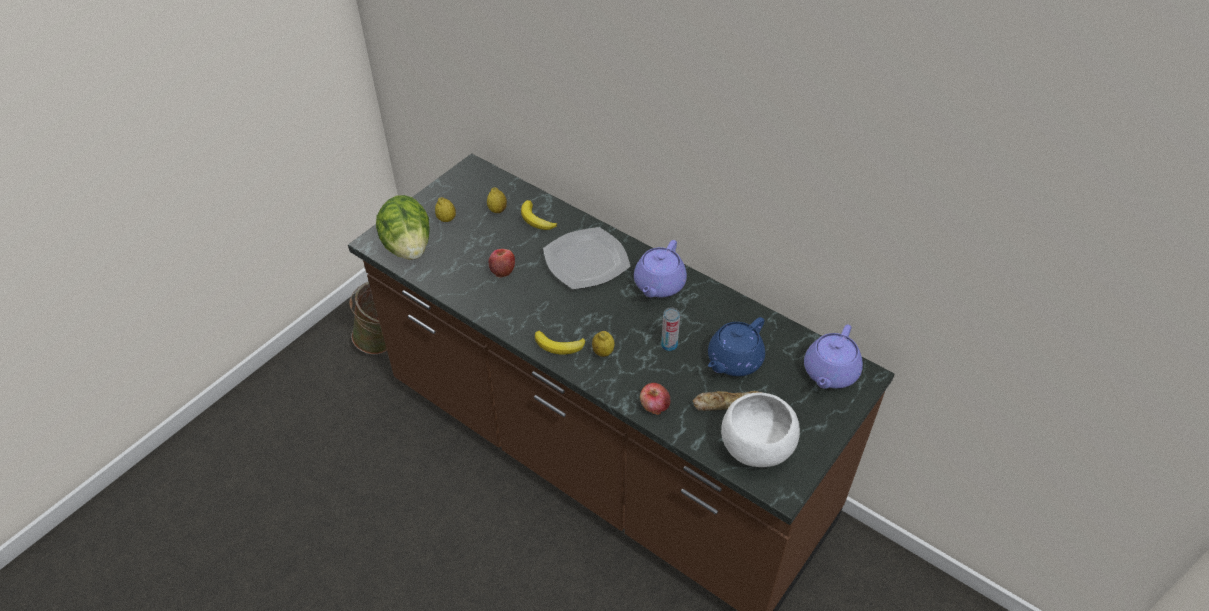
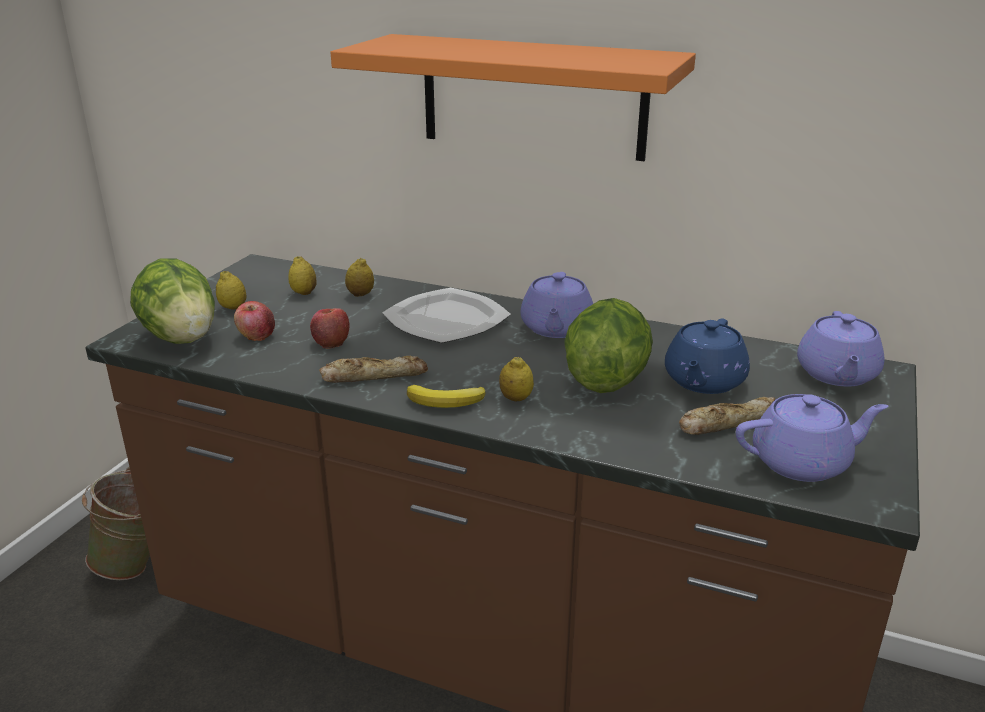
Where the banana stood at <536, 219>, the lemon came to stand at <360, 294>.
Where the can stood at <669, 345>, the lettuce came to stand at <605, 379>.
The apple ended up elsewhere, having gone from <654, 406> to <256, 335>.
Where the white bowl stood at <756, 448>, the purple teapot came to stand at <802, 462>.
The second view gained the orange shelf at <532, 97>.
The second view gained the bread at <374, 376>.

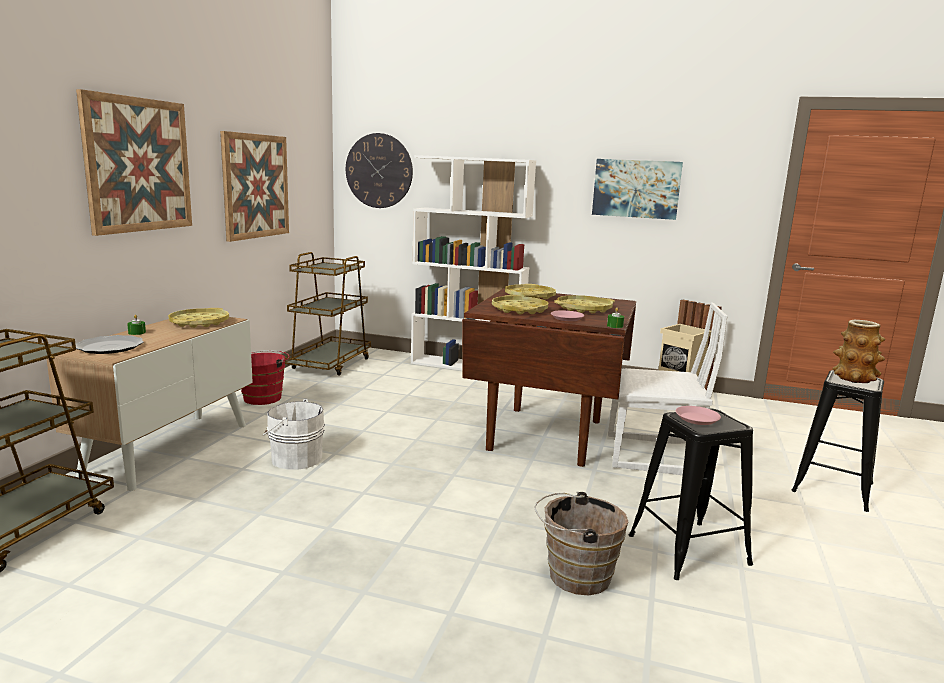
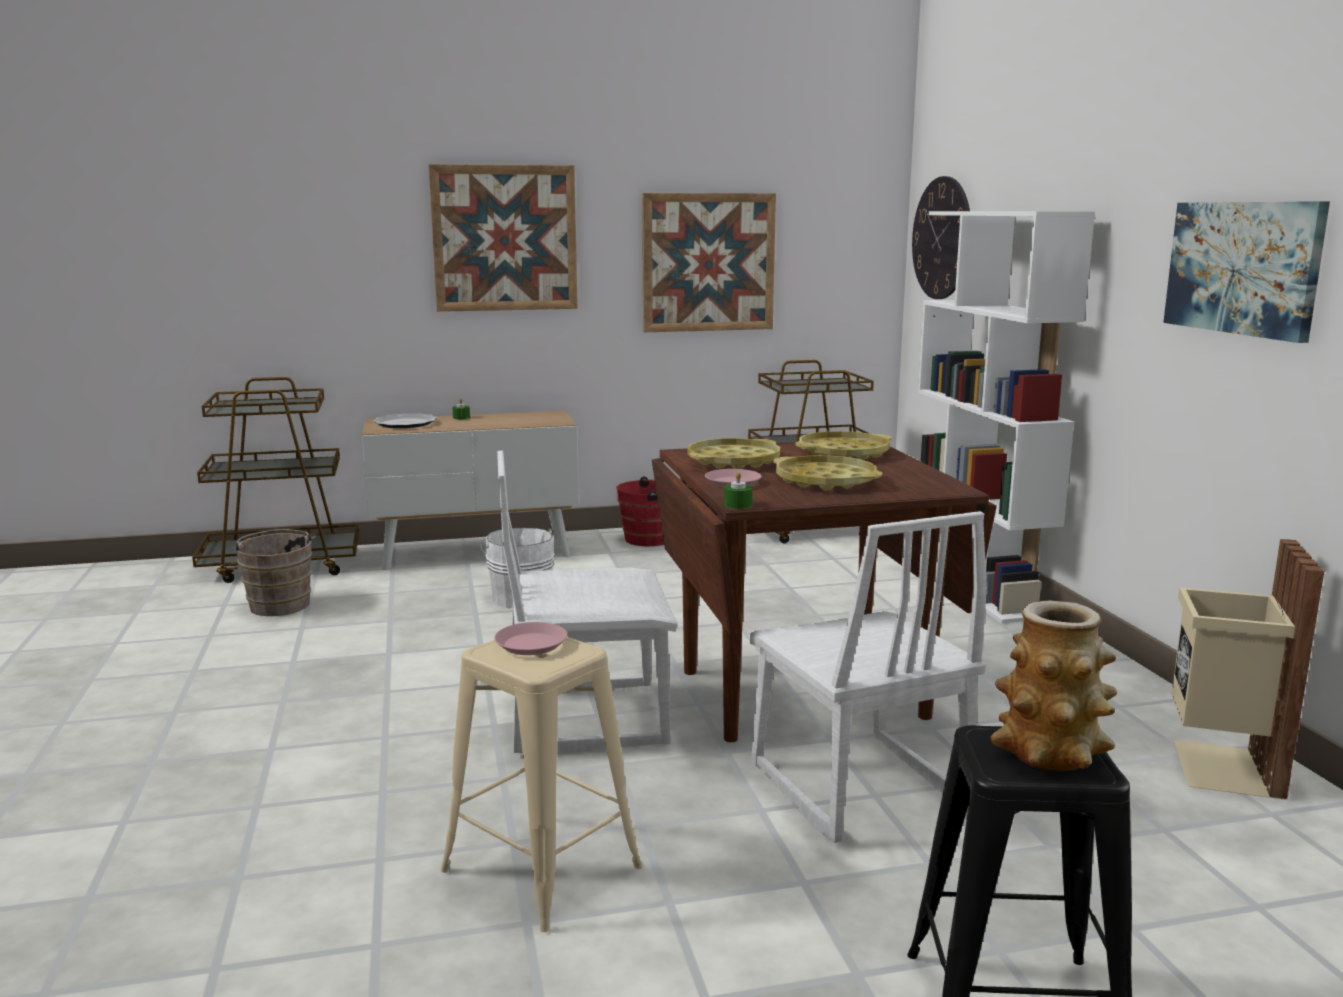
The second view lost the yellow tray at <199, 322>.
What was the black stool at <689, 549> turned into the beige stool at <542, 869>.
The brown bucket ended up elsewhere, having gone from <574, 575> to <280, 604>.
The second view gained the white chair at <586, 717>.

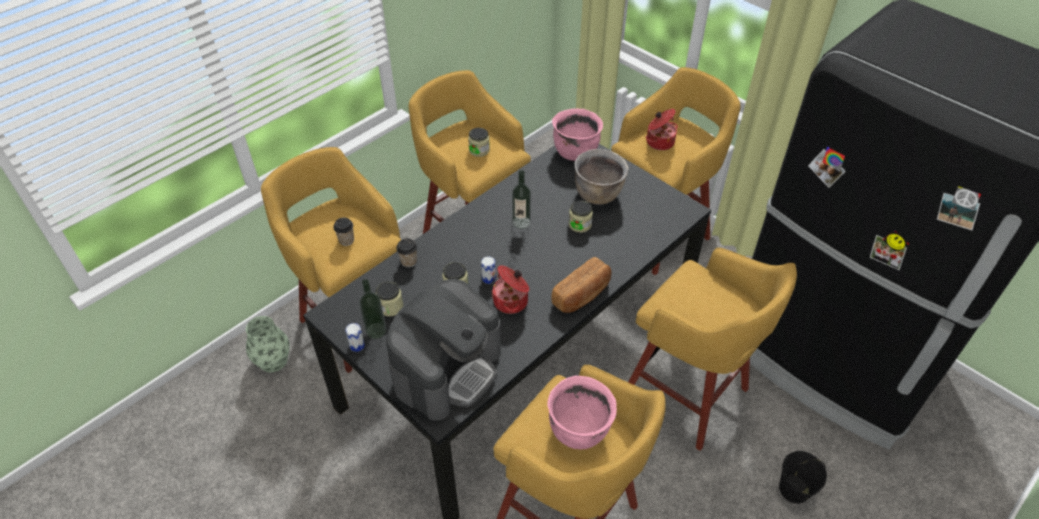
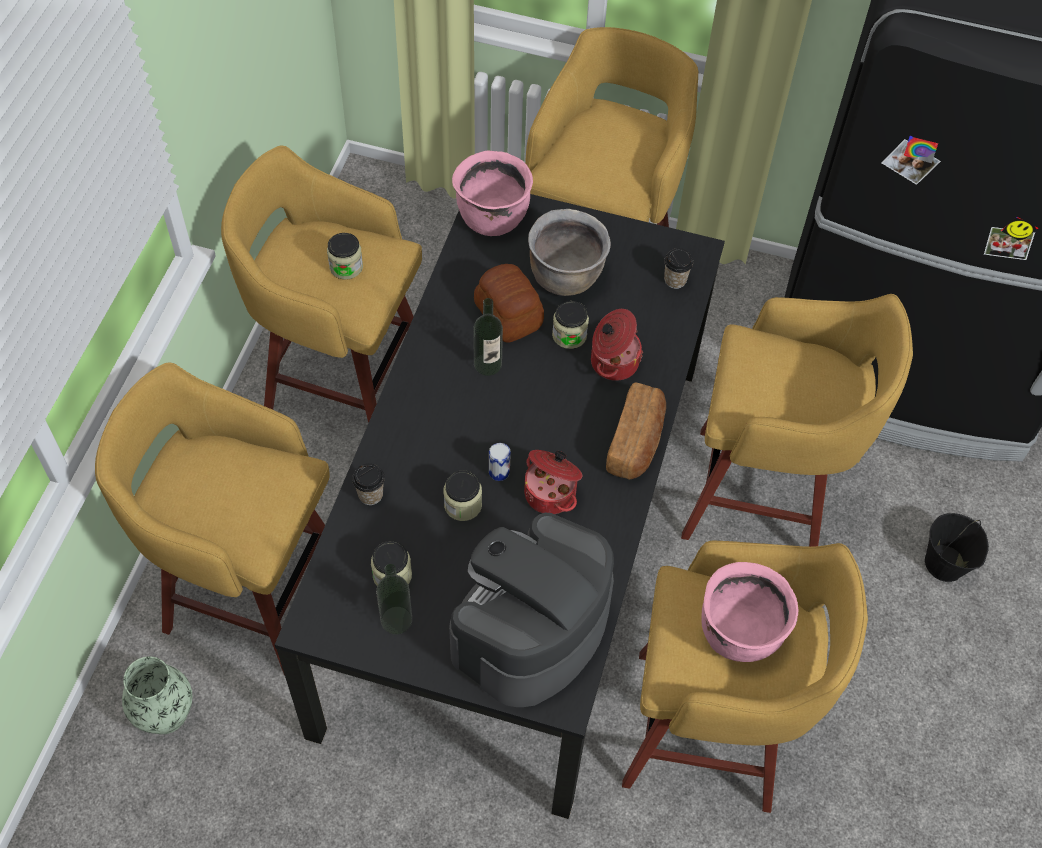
The cooking pot ended up elsewhere, having gone from <659, 141> to <613, 361>.
The cup ended up elsewhere, having gone from <346, 240> to <675, 280>.
The coffee machine at <447, 369> ended up facing another way, 150 degrees counterclockwise from before.
The second view lost the can at <357, 345>.
The second view gained the bread at <507, 316>.

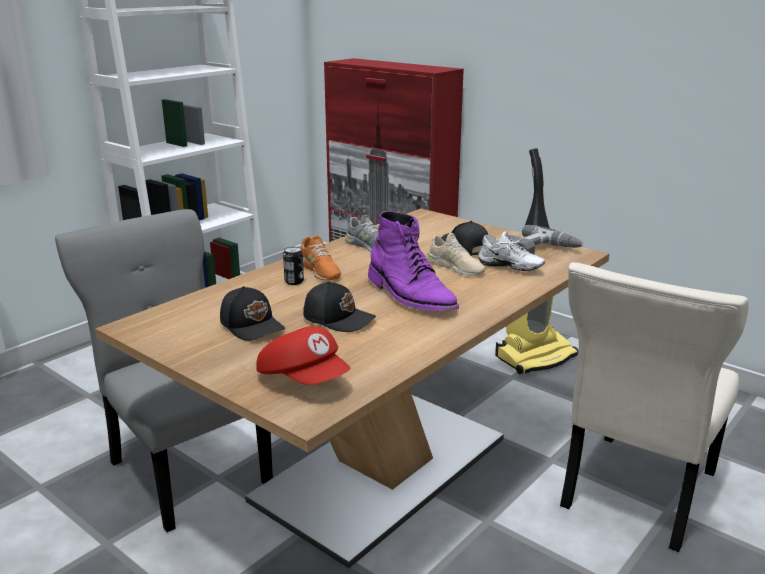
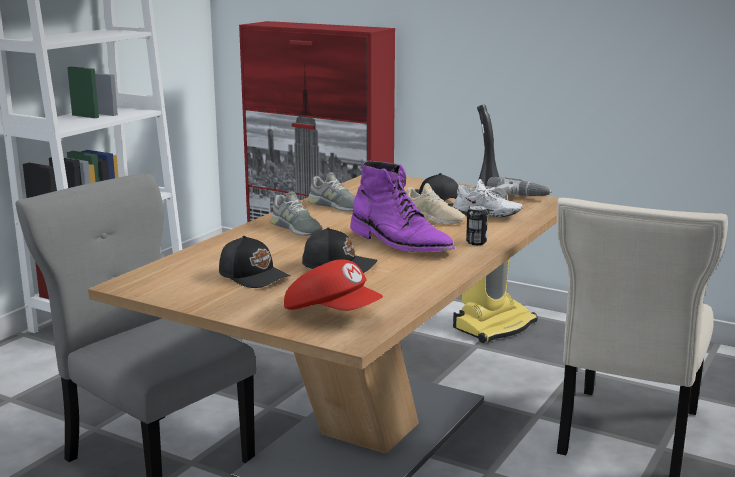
What was the orange shoe at <319, 271> turned into the grey shoe at <296, 228>.
The can ended up elsewhere, having gone from <294, 282> to <476, 242>.

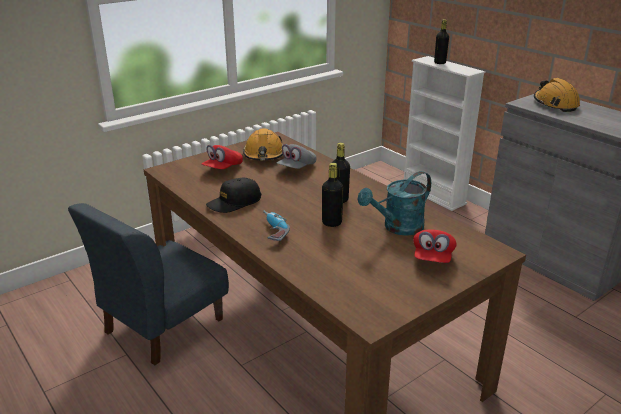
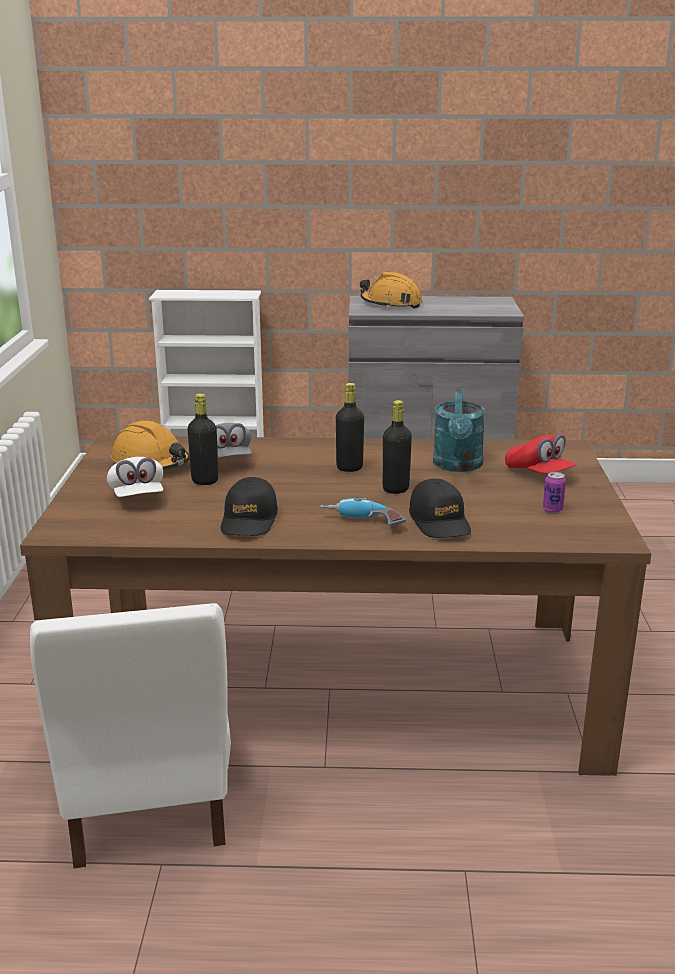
The black bottle ended up elsewhere, having gone from <440, 63> to <205, 481>.
What was the red cap at <222, 168> turned into the white cap at <137, 497>.
What was the blue chair at <163, 325> turned into the white chair at <147, 800>.
The second view gained the can at <552, 510>.
The second view gained the black cap at <440, 521>.

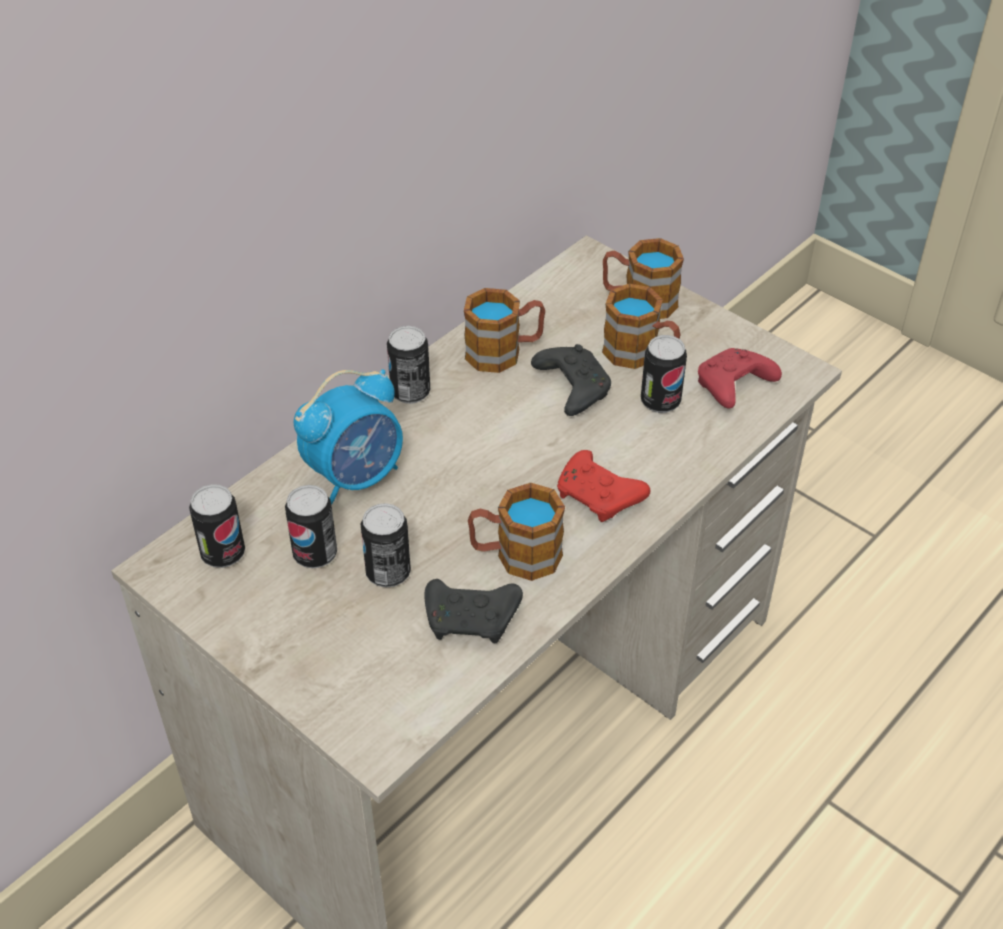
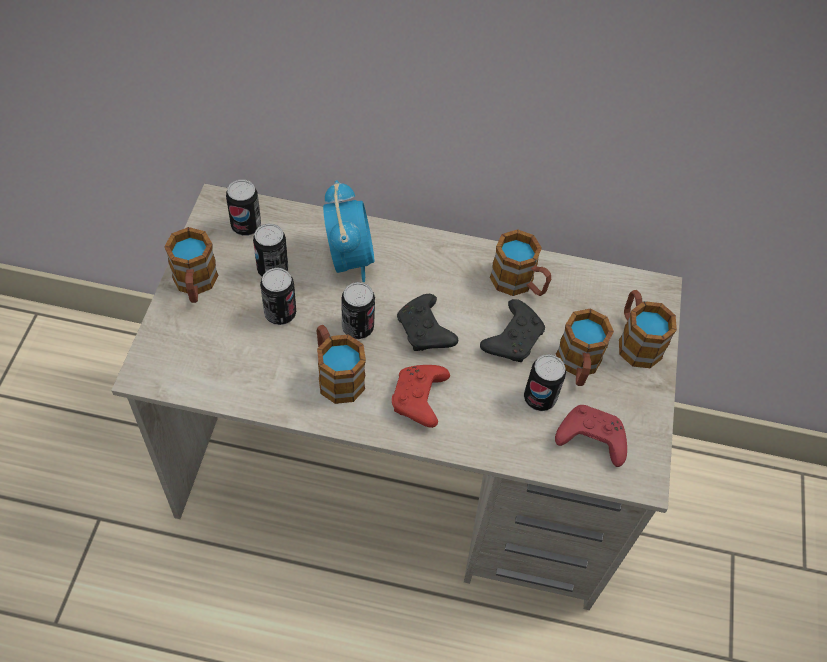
The can ended up elsewhere, having gone from <410, 392> to <357, 327>.
The alarm clock at <356, 476> ended up facing another way, 120 degrees counterclockwise from before.
The black game controller ended up elsewhere, having gone from <472, 620> to <425, 332>.
The second view gained the mug at <195, 285>.

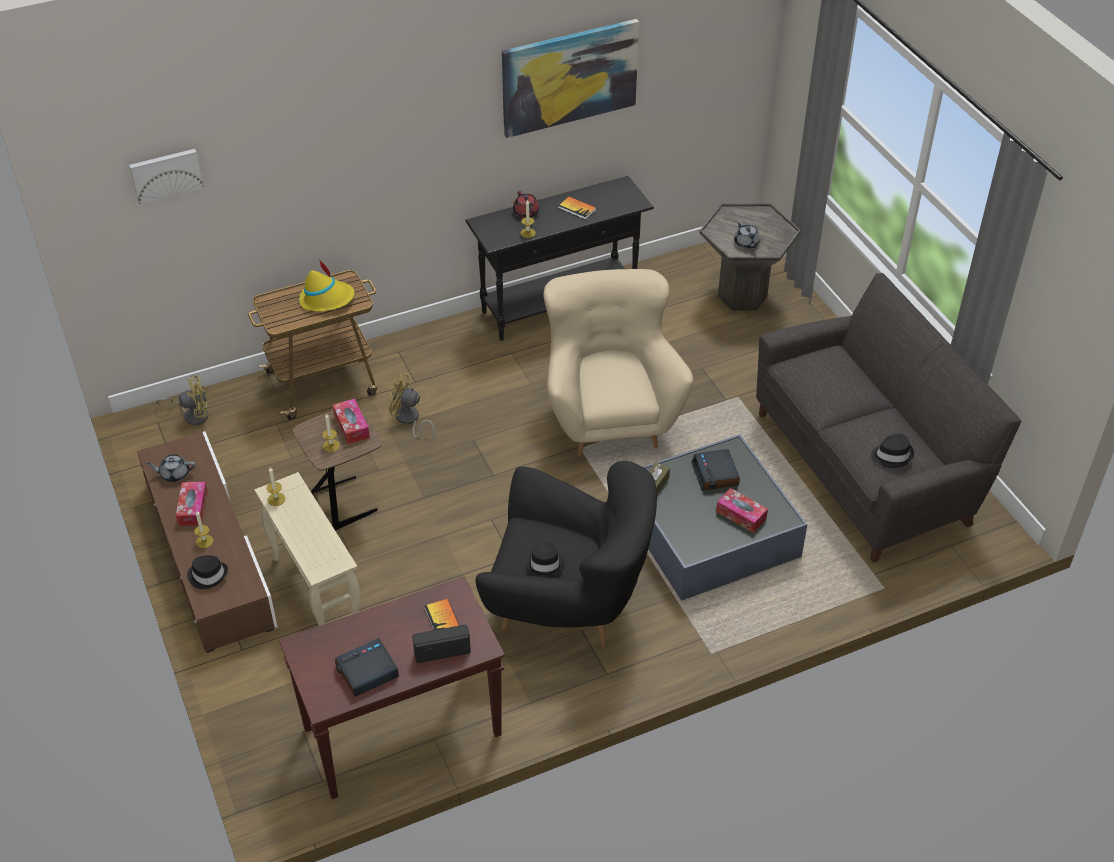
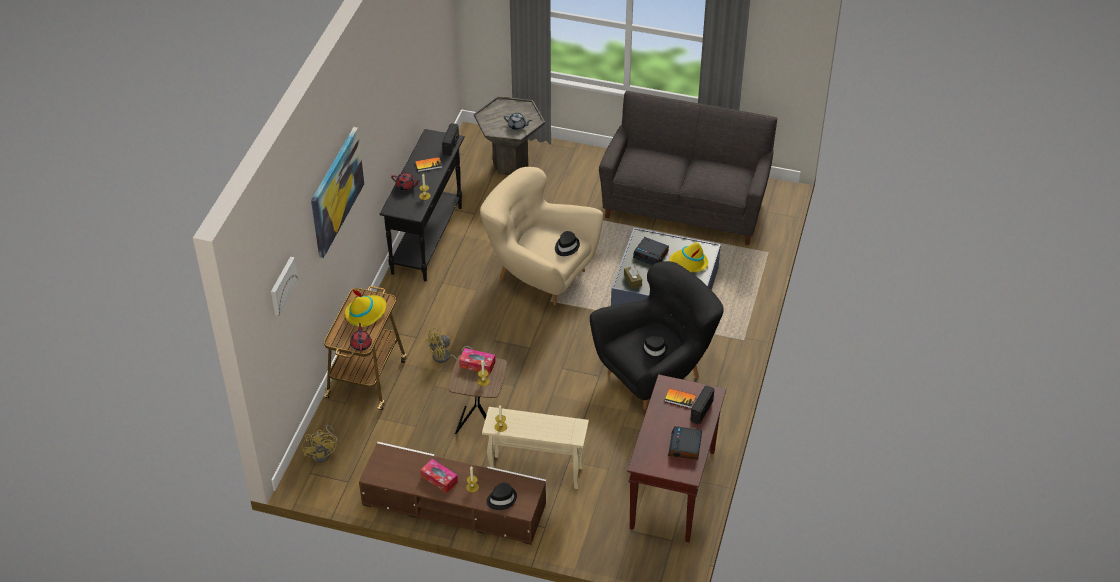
The picture ended up elsewhere, having gone from <569, 77> to <336, 191>.
The yellow fan at <192, 415> ended up facing another way, 135 degrees clockwise from before.
The black hat ended up elsewhere, having gone from <892, 455> to <566, 247>.
The second view lost the grey teapot at <174, 474>.
Where the tissue box stood at <741, 515>, the yellow hat came to stand at <688, 263>.
The second view gained the radio at <451, 145>.
The second view gained the red teapot at <361, 344>.

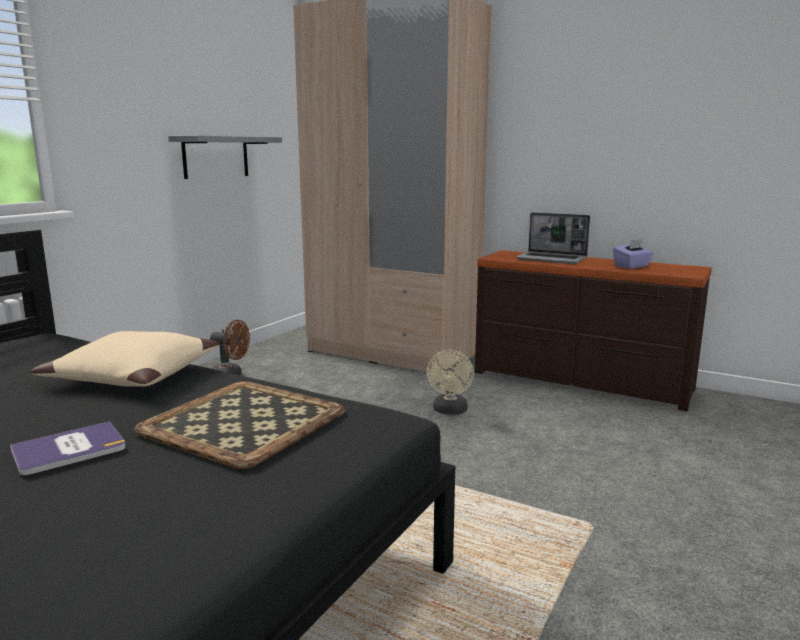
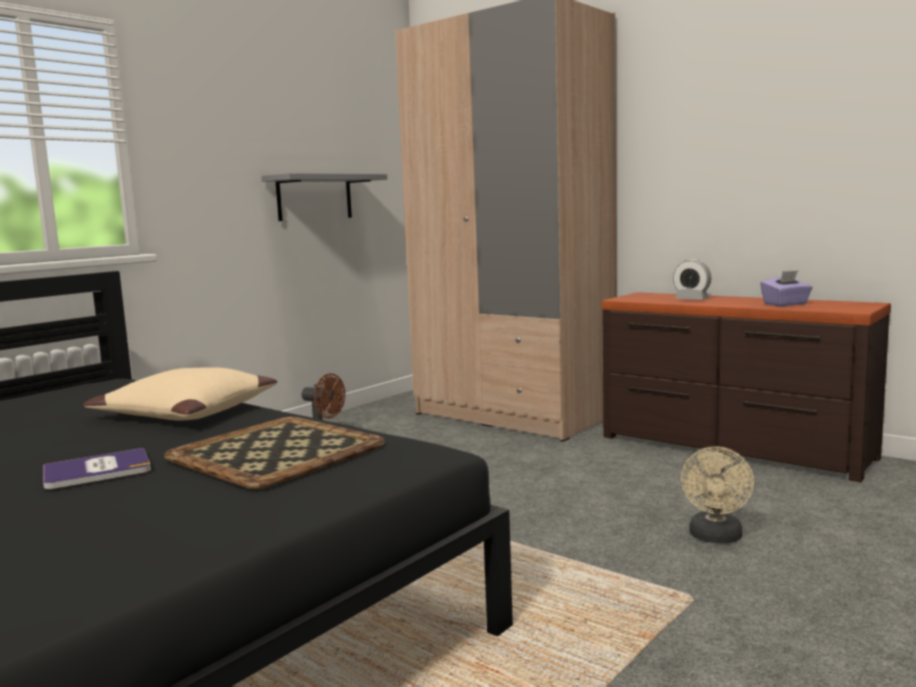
Where the laptop stood at <552, 259>, the alarm clock came to stand at <691, 299>.
The beige fan ended up elsewhere, having gone from <450, 411> to <716, 538>.

